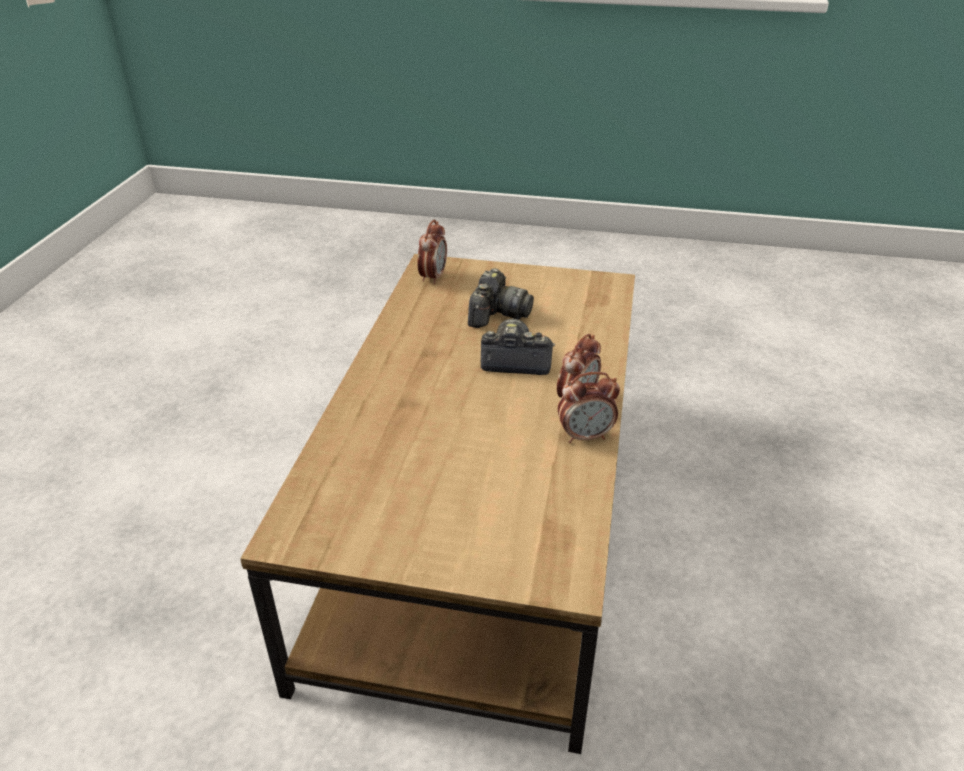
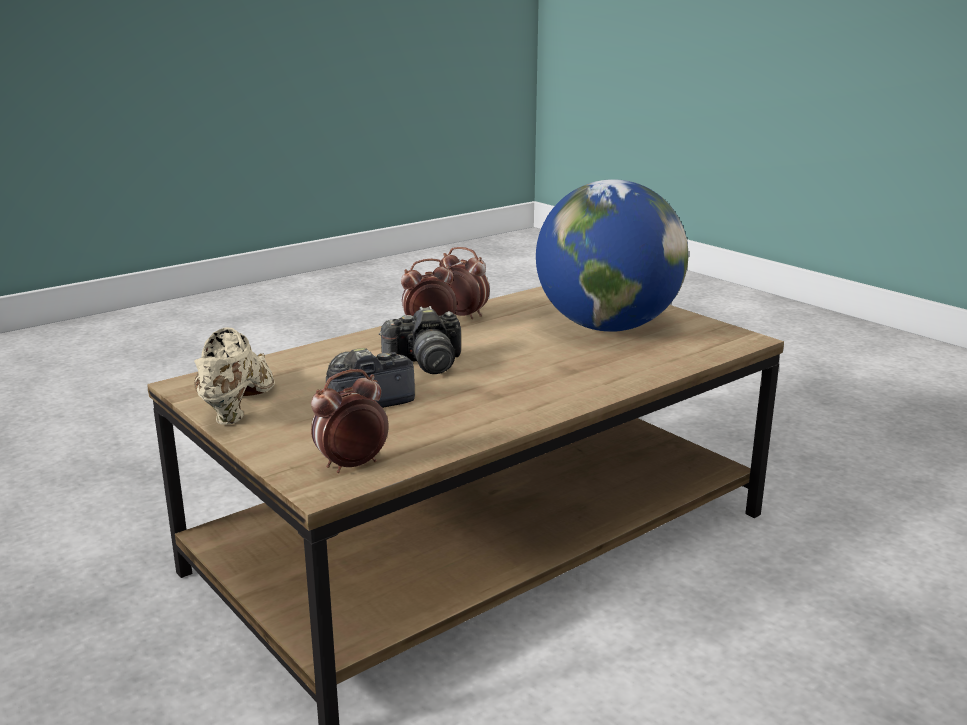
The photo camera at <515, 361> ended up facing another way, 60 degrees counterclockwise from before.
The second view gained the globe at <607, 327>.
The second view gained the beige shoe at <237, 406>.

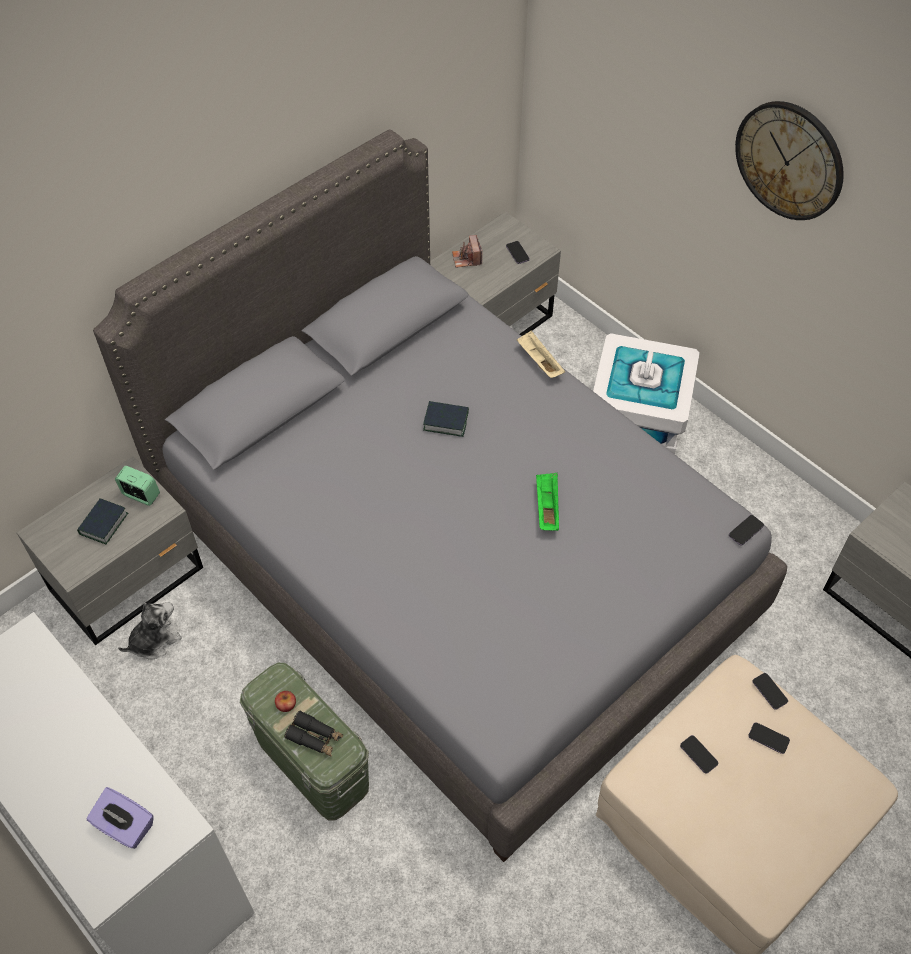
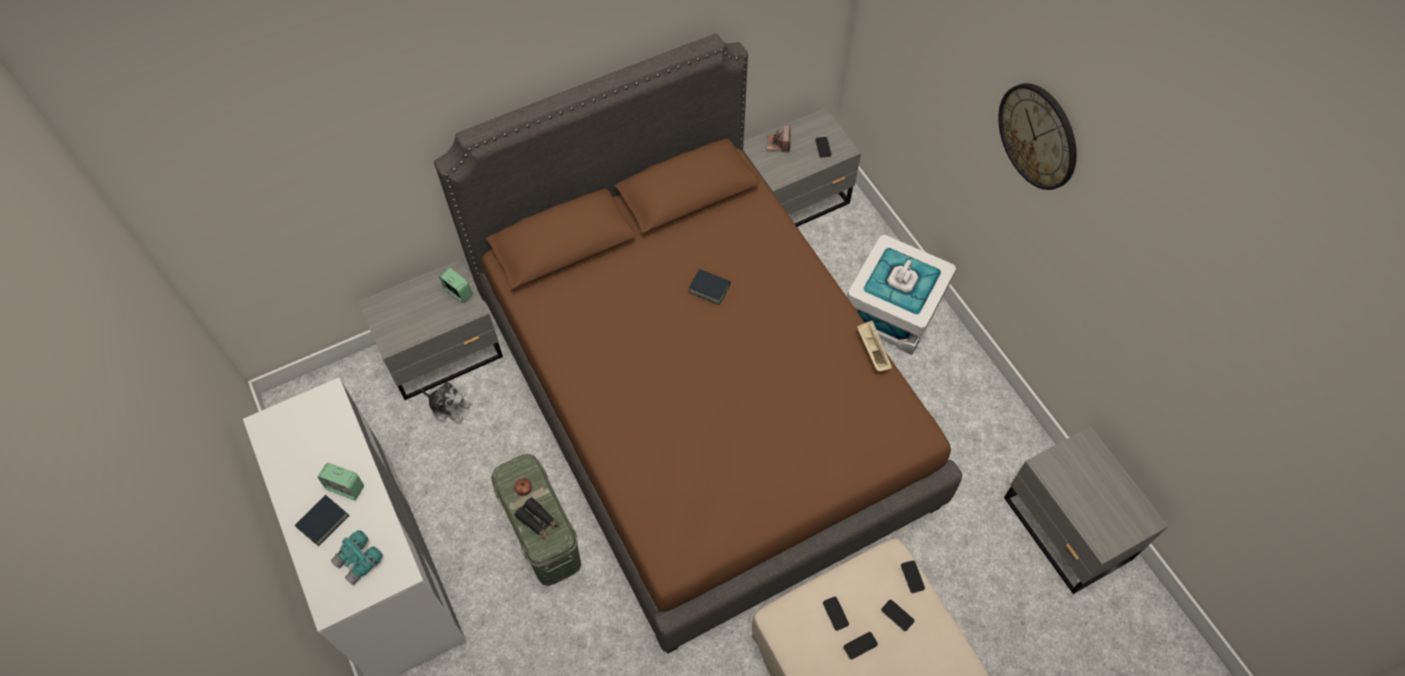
What was the grey bed at <453, 564> turned into the brown bed at <700, 401>.
The beige tray ended up elsewhere, having gone from <539, 362> to <872, 350>.
The second view lost the green tray at <546, 507>.
The book ended up elsewhere, having gone from <103, 524> to <323, 522>.
The phone ended up elsewhere, having gone from <746, 531> to <860, 646>.
The plush toy at <154, 640> ended up facing another way, 45 degrees clockwise from before.
Where the purple tissue box stood at <125, 826>, the turquoise binoculars came to stand at <360, 561>.
The second view gained the alarm clock at <346, 488>.

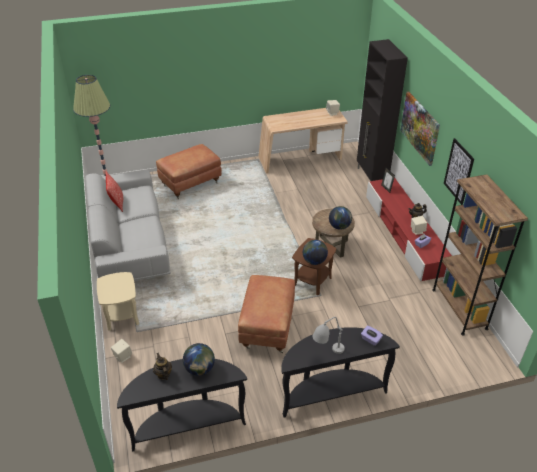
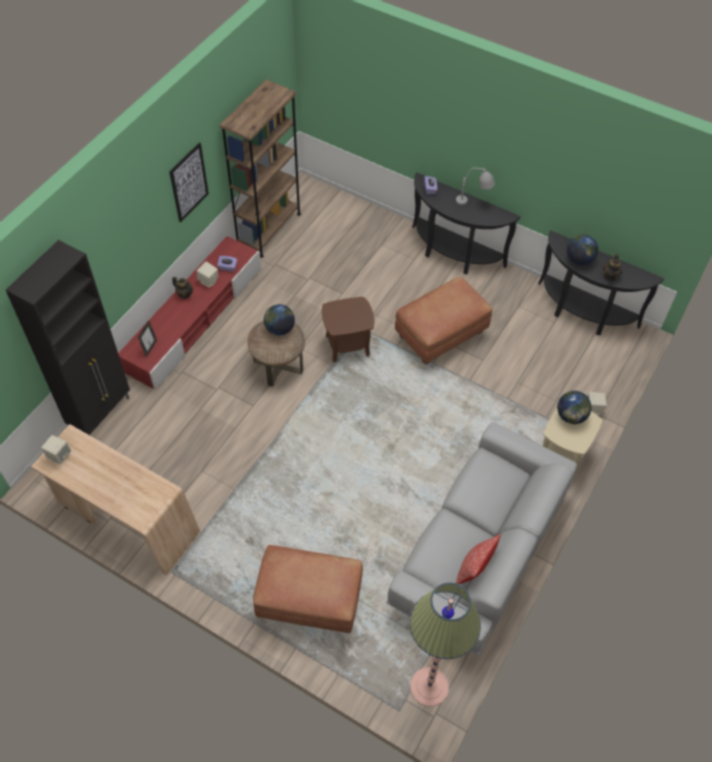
The second view lost the picture at <420, 127>.
The globe ended up elsewhere, having gone from <314, 261> to <571, 416>.

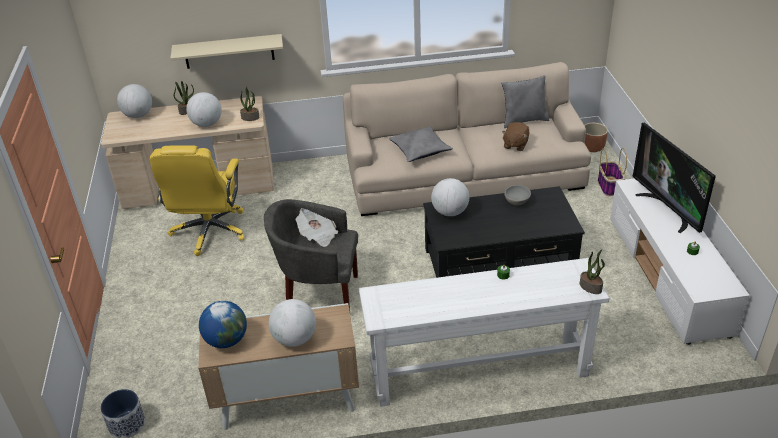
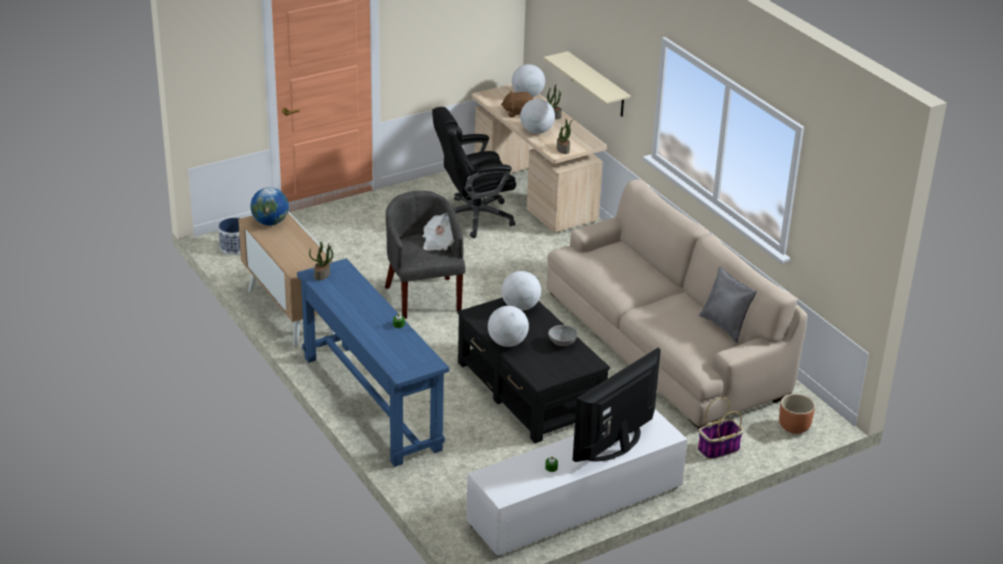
The brown plush toy ended up elsewhere, having gone from <515, 145> to <518, 113>.
The second view lost the grey pillow at <420, 150>.
What was the yellow office chair at <209, 231> turned into the black office chair at <473, 217>.
The potted plant ended up elsewhere, having gone from <591, 287> to <322, 275>.
What was the white console table at <479, 370> turned into the blue console table at <371, 402>.
The globe ended up elsewhere, having gone from <294, 339> to <507, 343>.

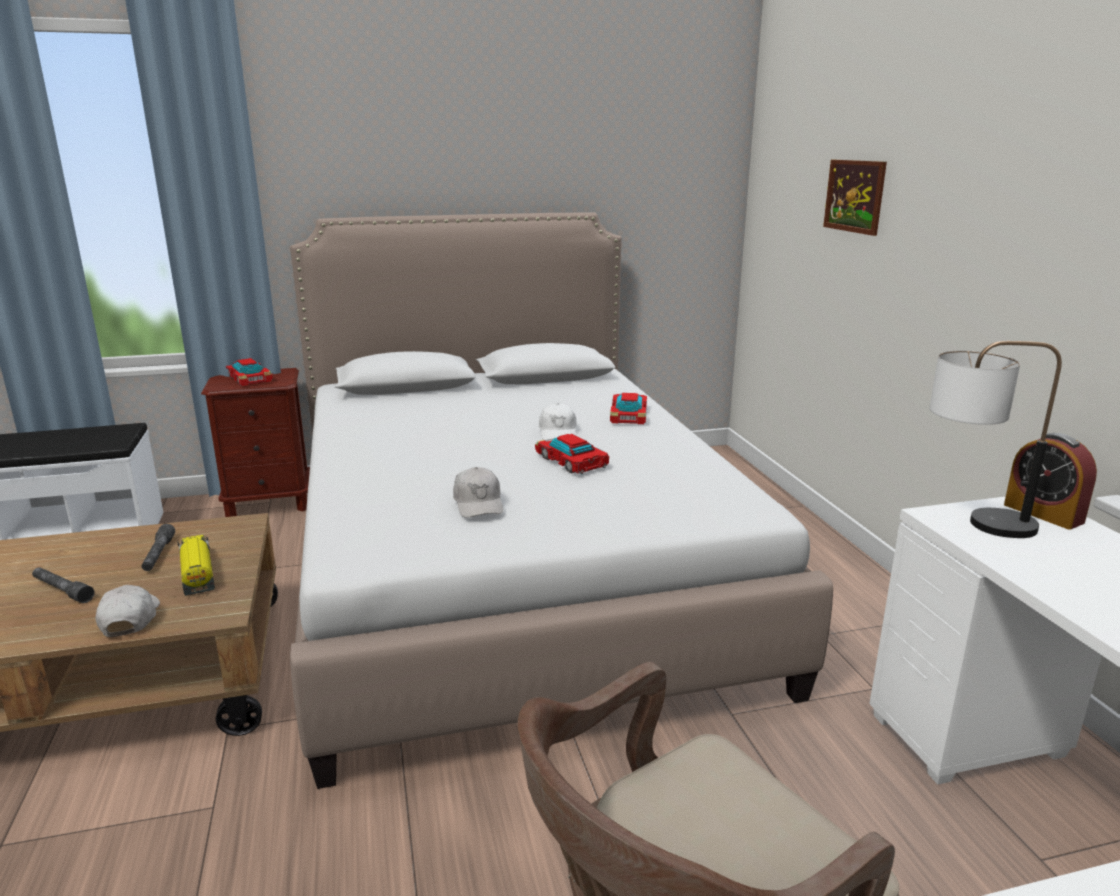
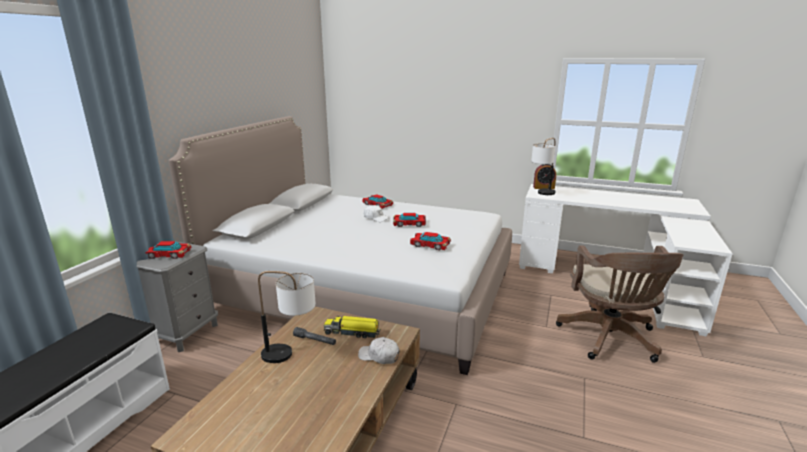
The second view lost the picture at <854, 196>.
What was the brown nightstand at <269, 502> turned into the grey nightstand at <185, 333>.
Where the white cap stood at <478, 503>, the toy car came to stand at <430, 245>.
The second view lost the grey flashlight at <62, 590>.
The second view gained the table lamp at <291, 355>.

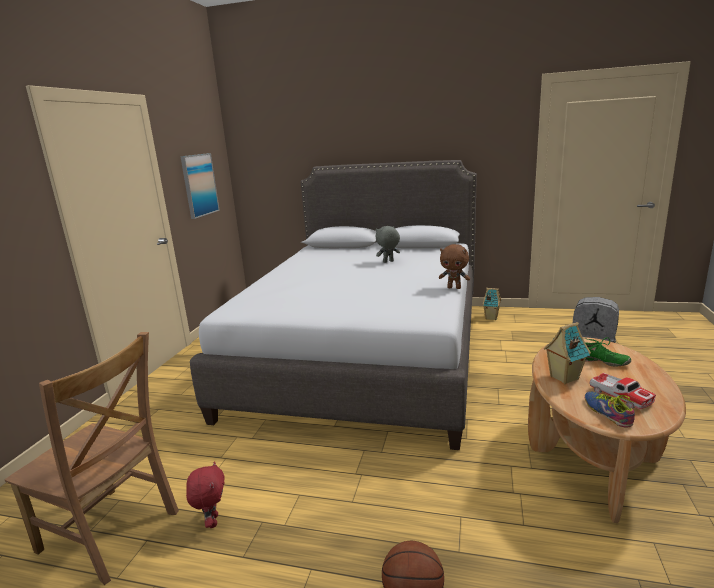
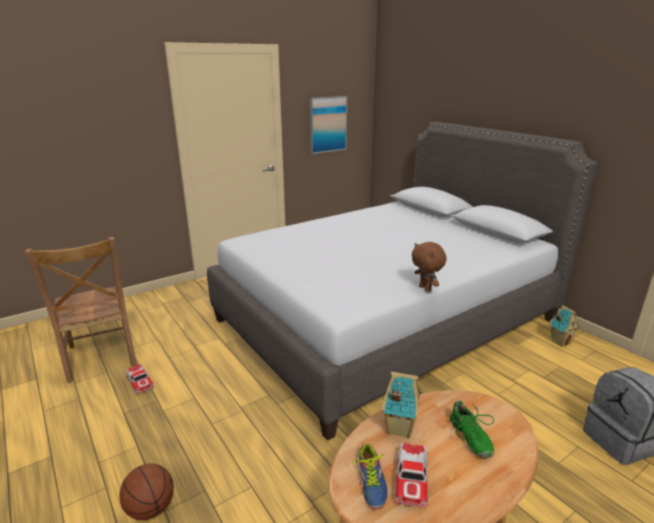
The second view lost the grey plush toy at <388, 262>.
The shoe at <608, 412> ended up facing another way, 150 degrees clockwise from before.
Where the red plush toy stood at <212, 521>, the toy car came to stand at <140, 382>.

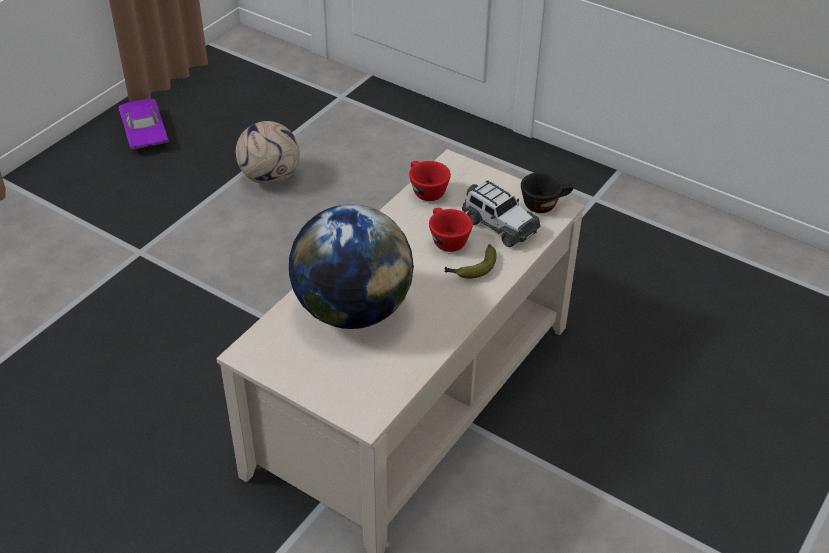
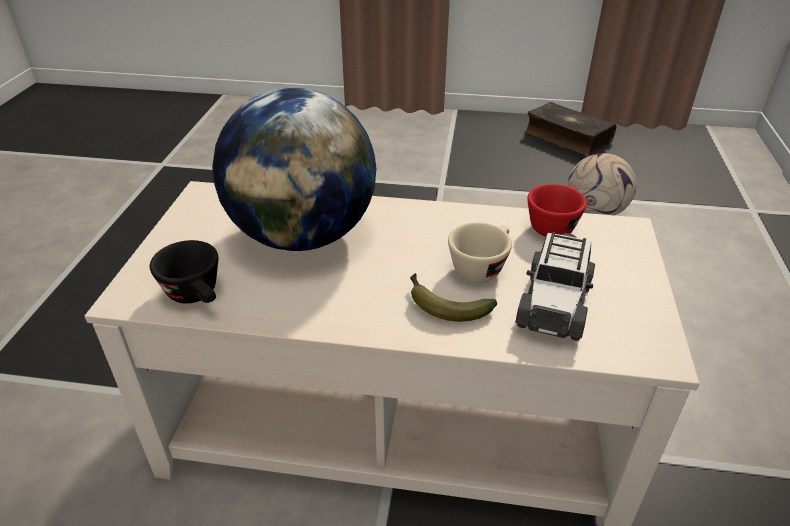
Where the purple toy car stood at <142, 133>, the book came to stand at <566, 138>.
The black cup ended up elsewhere, having gone from <545, 204> to <197, 296>.
What was the red cup at <446, 239> turned into the beige cup at <481, 266>.

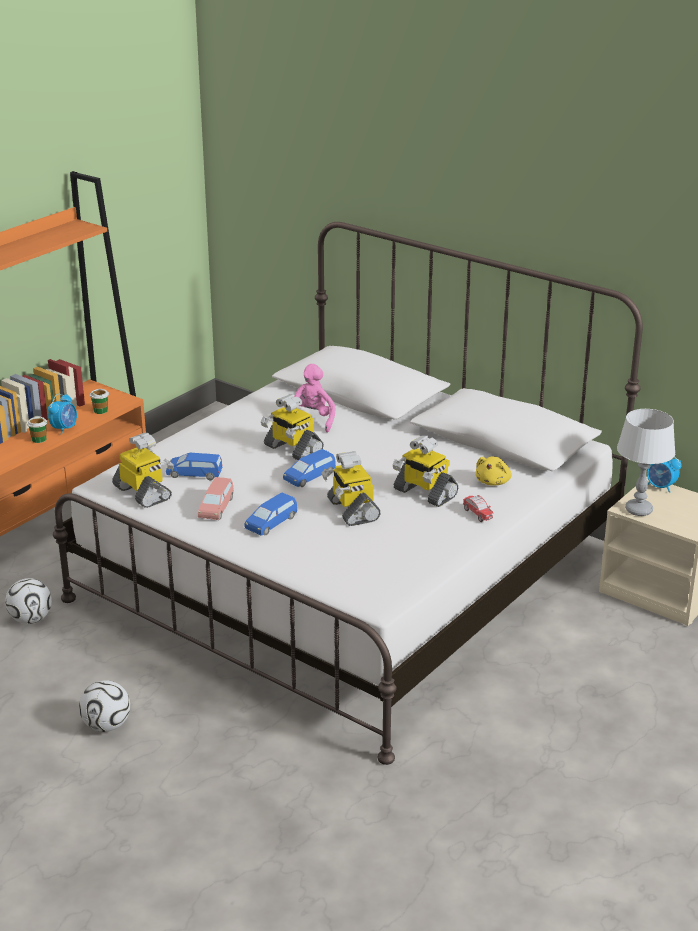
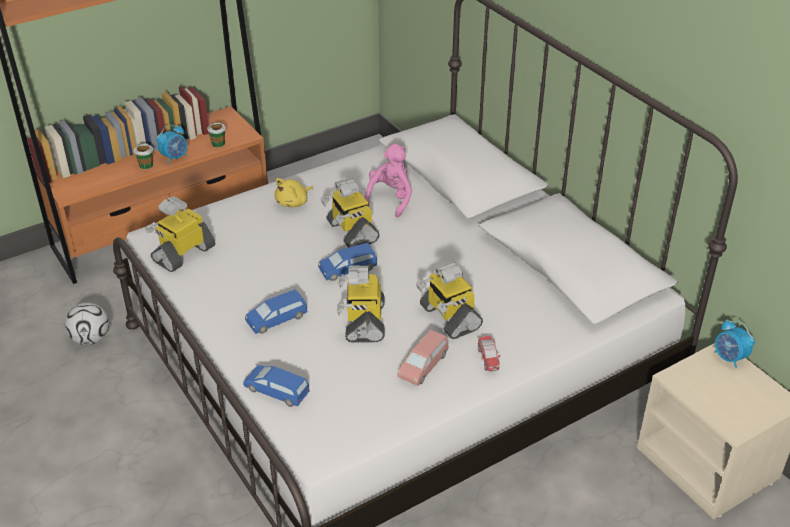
The second view lost the grey table lamp at <638, 510>.
The toy robot at <143, 493> ended up facing another way, 120 degrees counterclockwise from before.
The blue toy car ended up elsewhere, having gone from <194, 474> to <277, 391>.
The yellow plush toy ended up elsewhere, having gone from <493, 482> to <293, 202>.
The pink toy car ended up elsewhere, having gone from <216, 508> to <423, 366>.
The second view lost the football at <107, 725>.

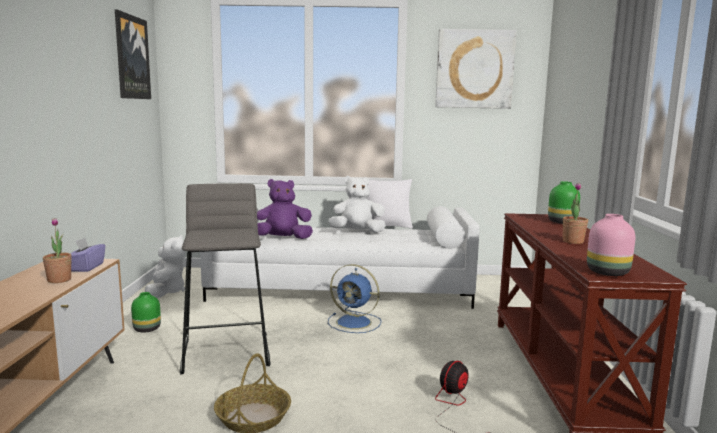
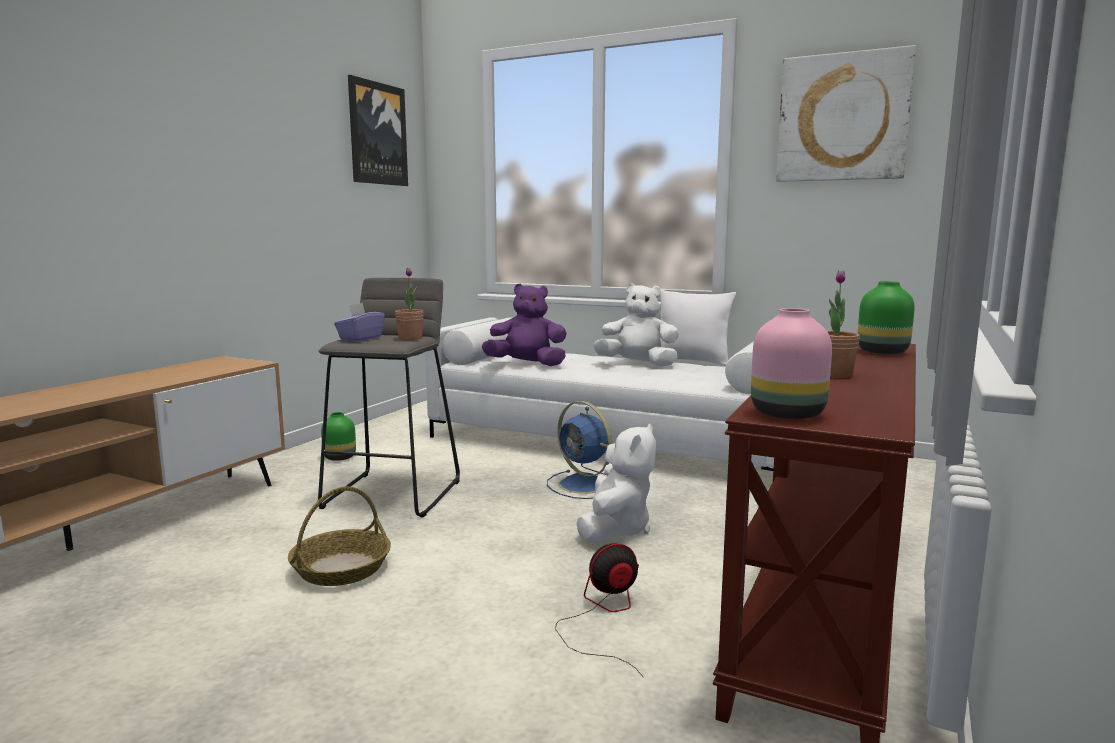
The potted plant ended up elsewhere, having gone from <59, 280> to <410, 338>.
The white plush toy ended up elsewhere, having gone from <166, 292> to <615, 529>.
The purple tissue box ended up elsewhere, having gone from <86, 267> to <360, 338>.

